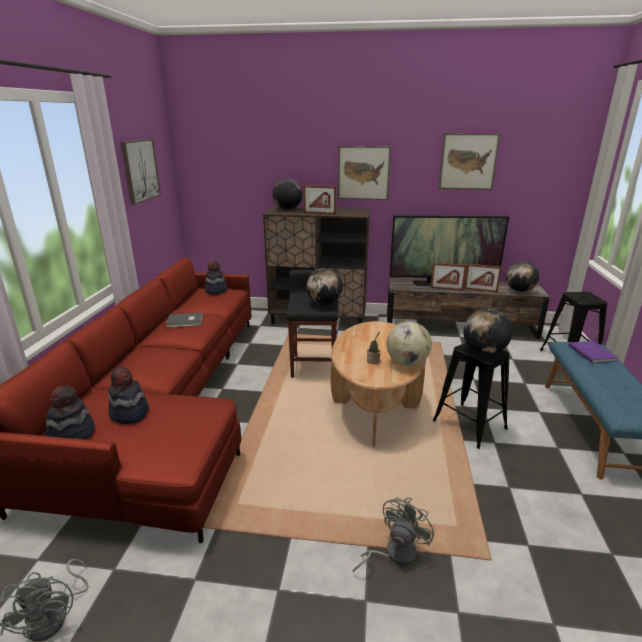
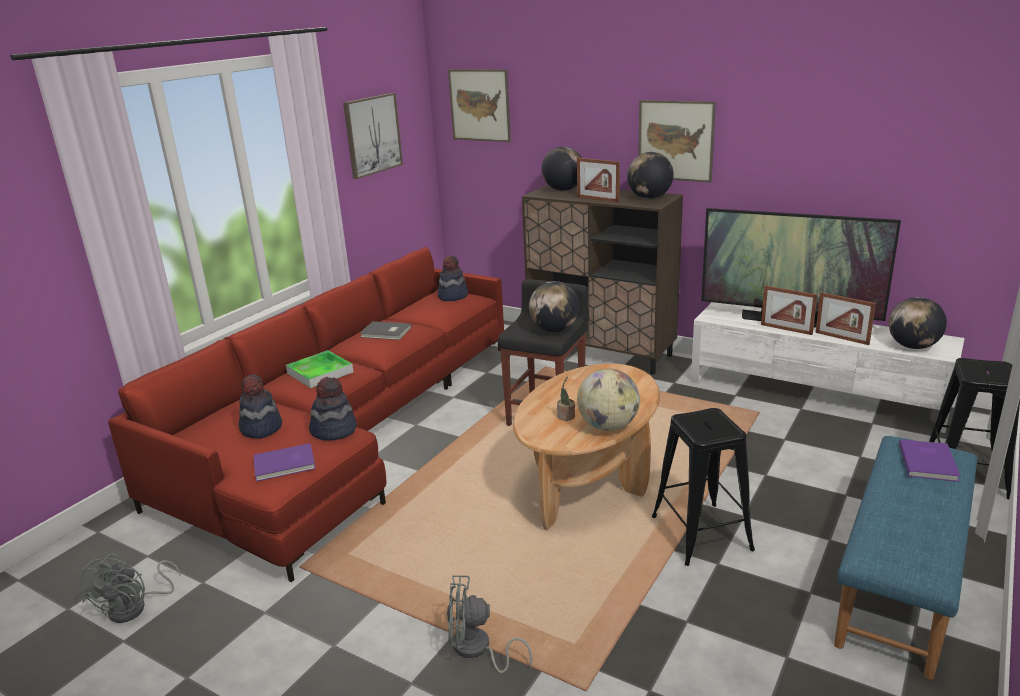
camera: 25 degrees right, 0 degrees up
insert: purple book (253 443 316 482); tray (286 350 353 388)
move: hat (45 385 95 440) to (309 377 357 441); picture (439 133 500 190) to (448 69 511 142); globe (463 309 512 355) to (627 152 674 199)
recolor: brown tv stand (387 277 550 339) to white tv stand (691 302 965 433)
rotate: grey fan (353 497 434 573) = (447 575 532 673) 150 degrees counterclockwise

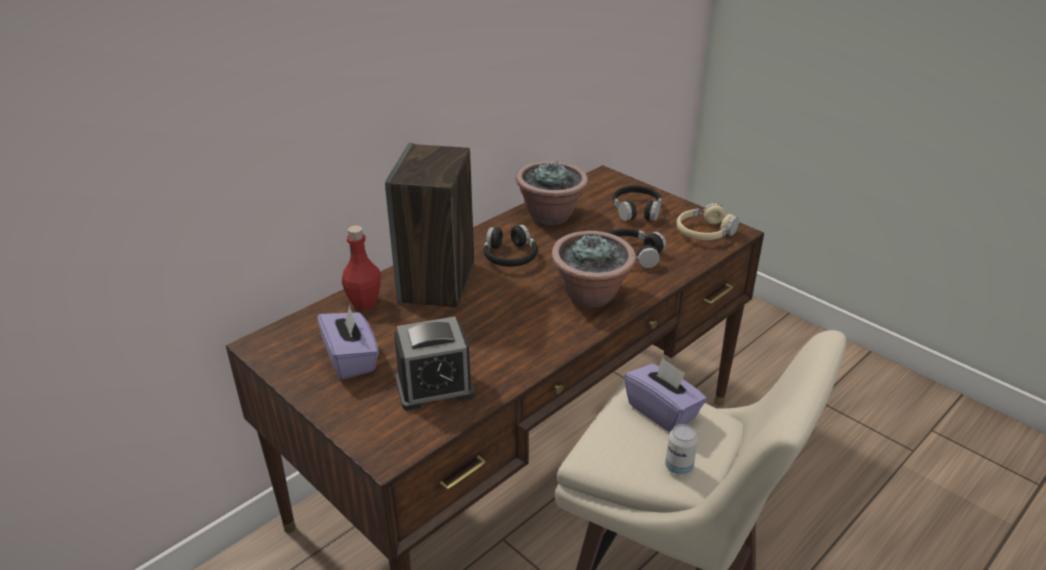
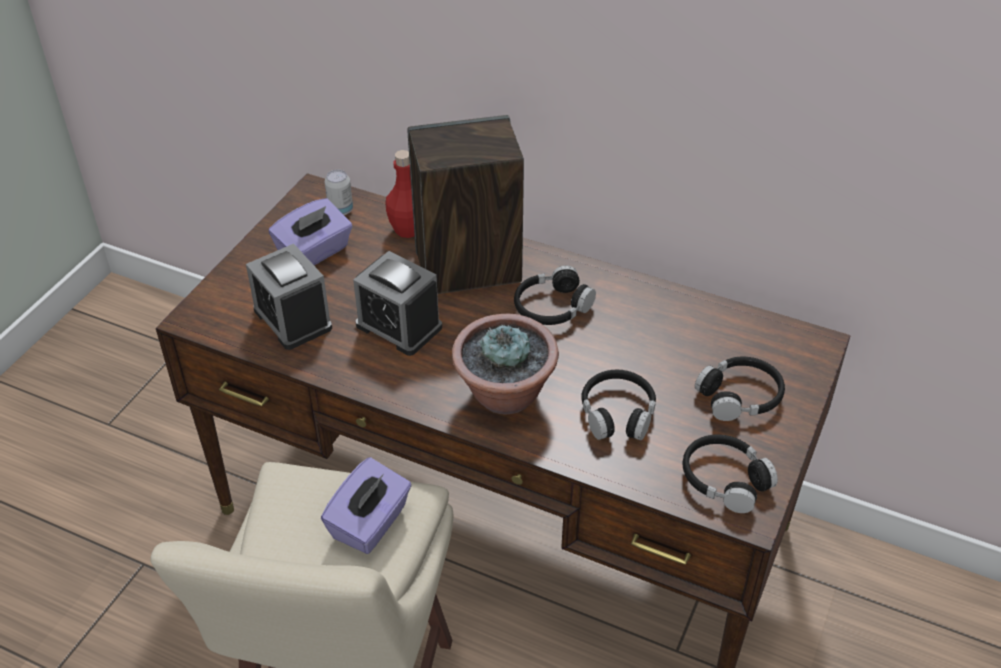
camera: 70 degrees right, 10 degrees up
delete: potted plant (516 161 588 225)
insert: alarm clock (353 251 442 356)
move: can (665 424 698 475) to (325 170 353 215)
recolor: beige headphones (676 203 739 240) to black headphones (683 435 778 513)

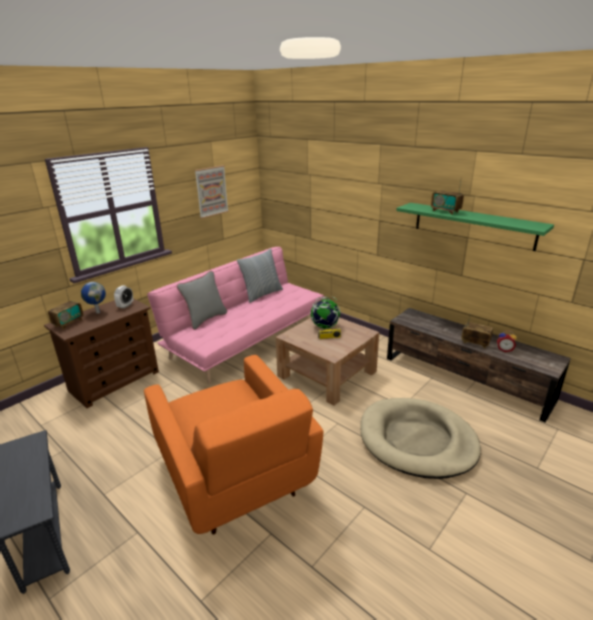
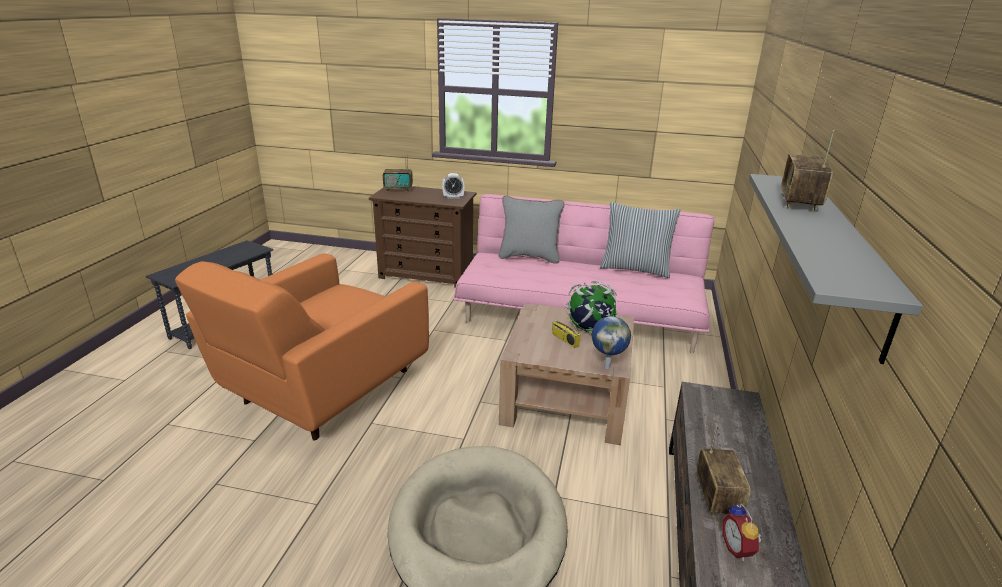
camera: 60 degrees right, 0 degrees up
delete: picture (194 165 229 219)
move: globe (81 282 106 314) to (592 316 631 369)
recolor: green shelf (396 203 554 251) to grey shelf (749 174 923 364)

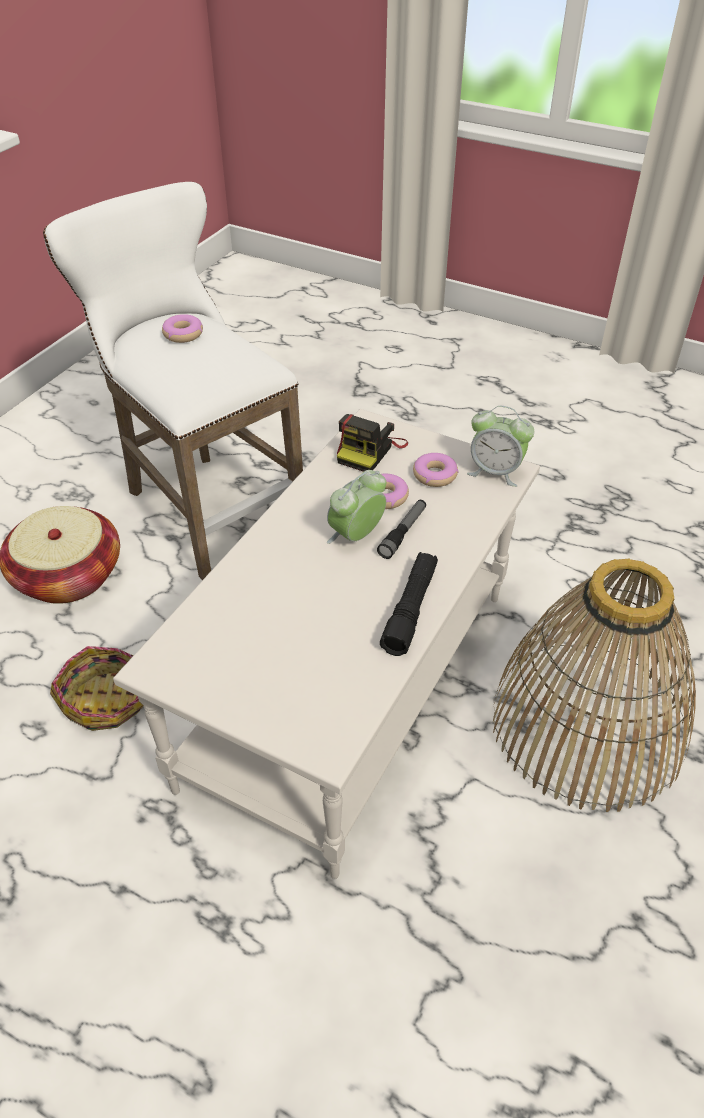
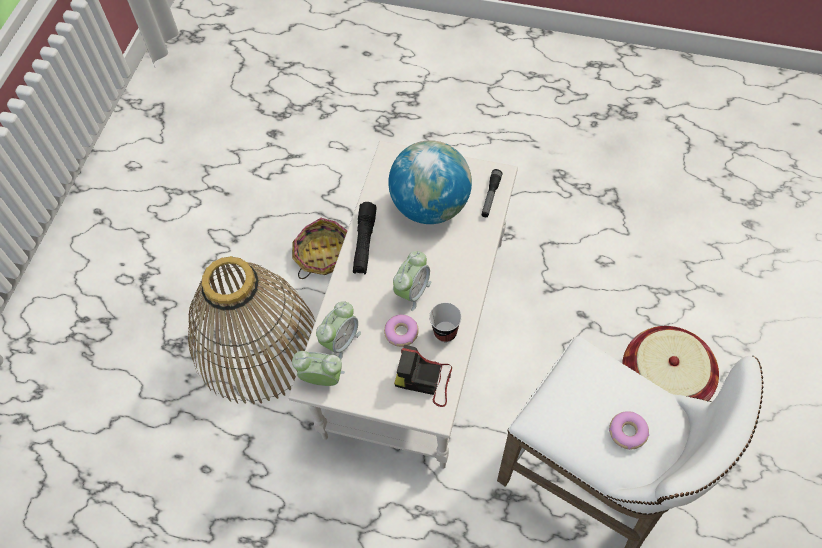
camera: 170 degrees right, 15 degrees up
delete: donut (413 453 458 487)
insert: alarm clock (316 301 361 359); globe (388 140 472 224); cup (429 302 462 342)
move: basket (50 646 144 731) to (292 218 347 279); flashlight (377 500 426 559) to (482 169 503 217)
rotate: photo camera (337 414 408 472) = (394 344 452 407) 90 degrees counterclockwise

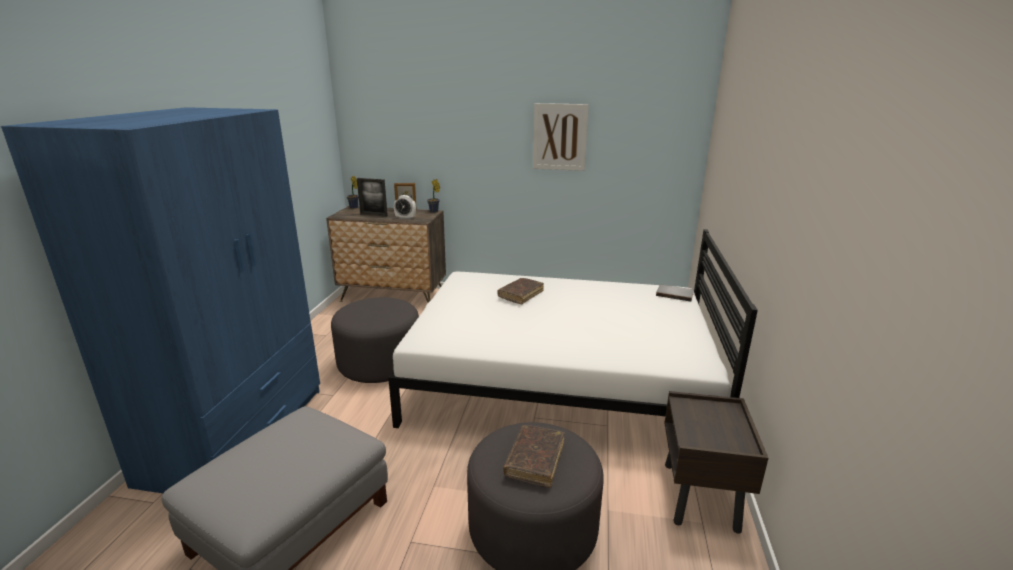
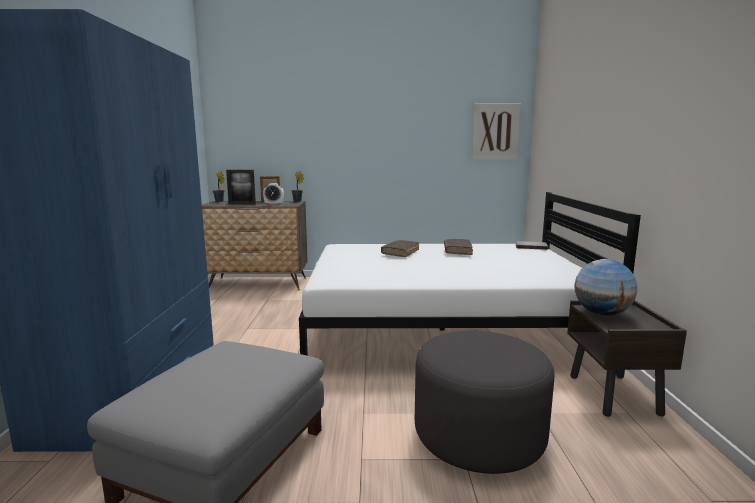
camera: 10 degrees left, 10 degrees down
delete: grey ottoman (331 297 419 383)
insert: globe (574 259 637 316)
move: brown book (503 425 564 488) to (444 239 473 255); picture (533 103 589 171) to (472 103 521 160)

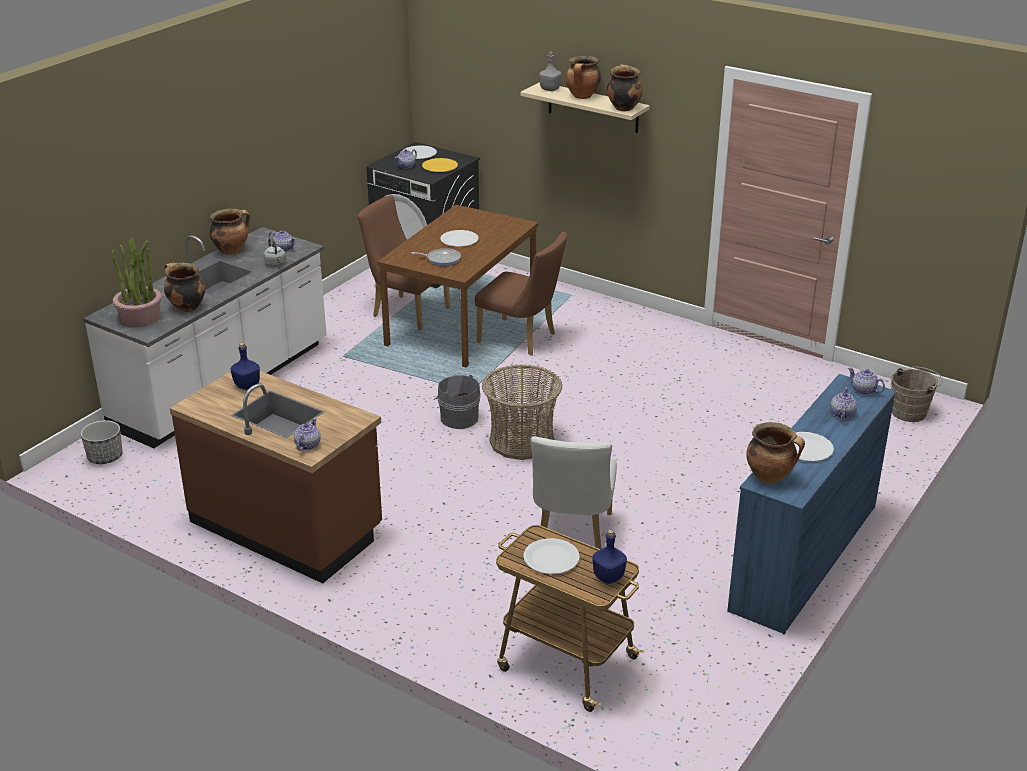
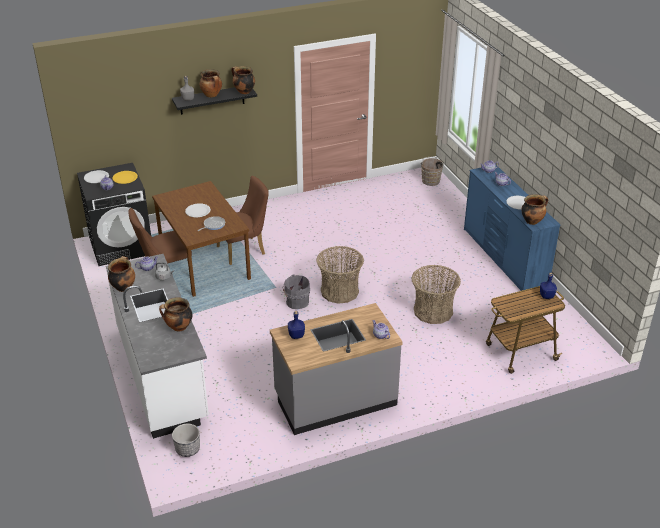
camera: 55 degrees left, 5 degrees up
delete: potted plant (112 237 162 327); white plate (523 538 580 574)
replace: white chair (531 436 617 549) to basket (412 265 461 324)
recolor: brown counter (170 371 382 583) to grey counter (270 303 403 435); beige shelf (521 82 650 133) to black shelf (172 87 257 115)

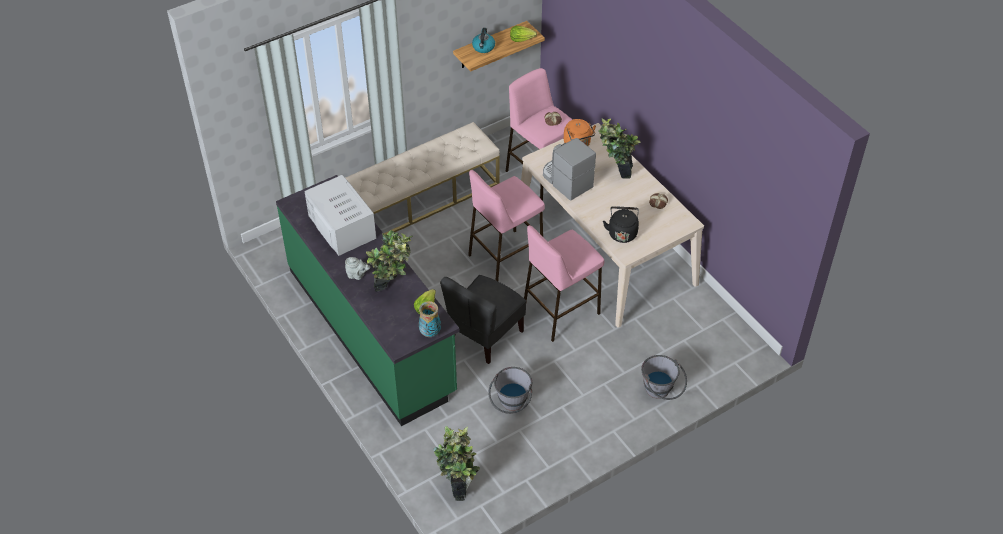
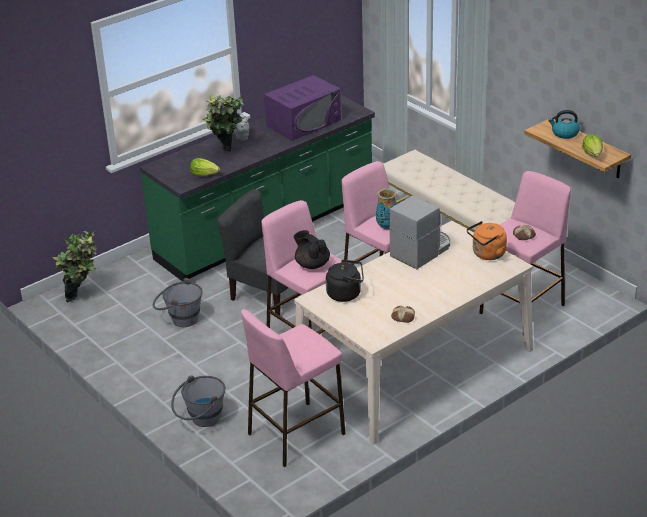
camera: 85 degrees right, 15 degrees down
delete: potted plant (598 118 641 179)
insert: pink stool (241 309 345 467); black teapot (294 230 330 269)
move: vase (419 301 441 337) to (376 188 397 230)
recolor: white microwave (305 175 376 256) to purple microwave (264 75 341 141)

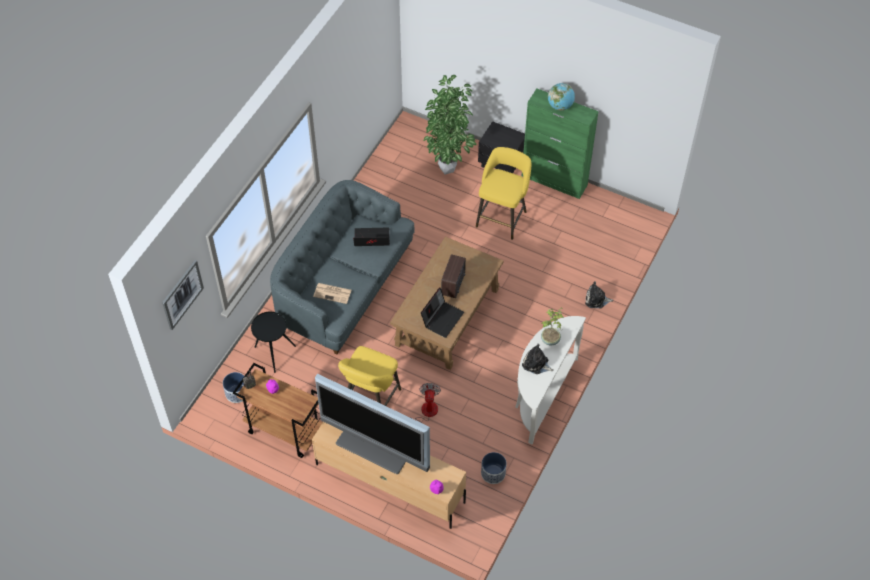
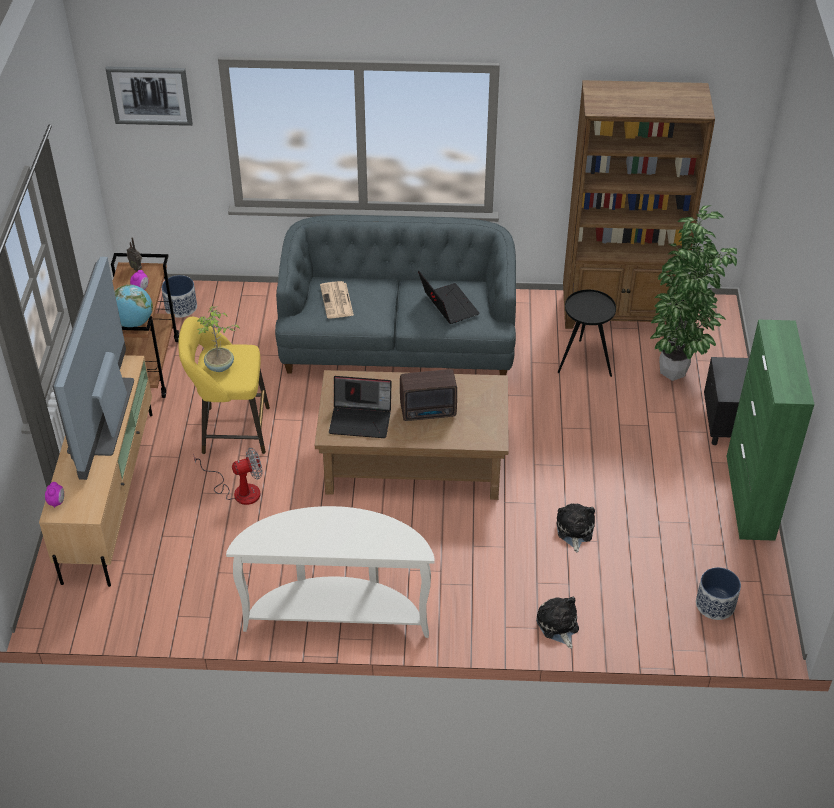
camera: 65 degrees right, 10 degrees down
delete: yellow stool (476 147 531 240)
insert: brown bookcase (563 80 715 329)
move: black side table (251 312 296 373) to (558 290 616 377); planter (481 452 506 484) to (696 567 741 620); plush toy (522 344 554 374) to (556 503 595 553); potted plant (541 308 564 346) to (197 306 239 372); globe (548 83 575 111) to (114 285 153 327)

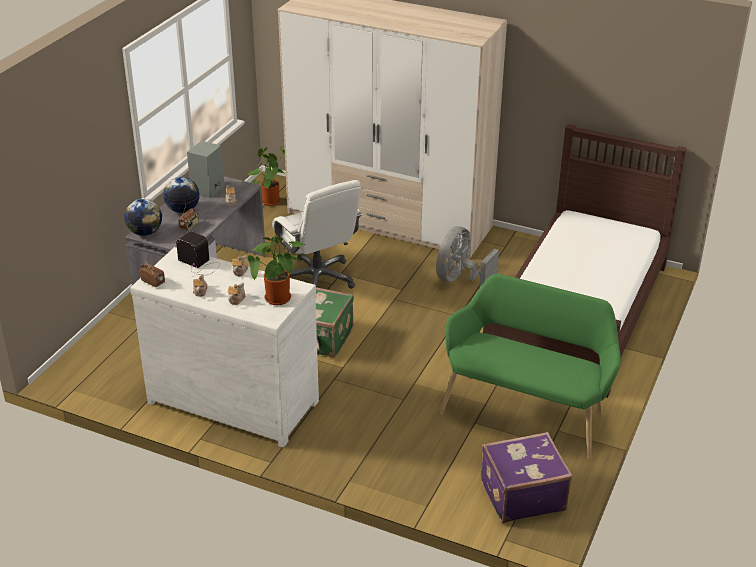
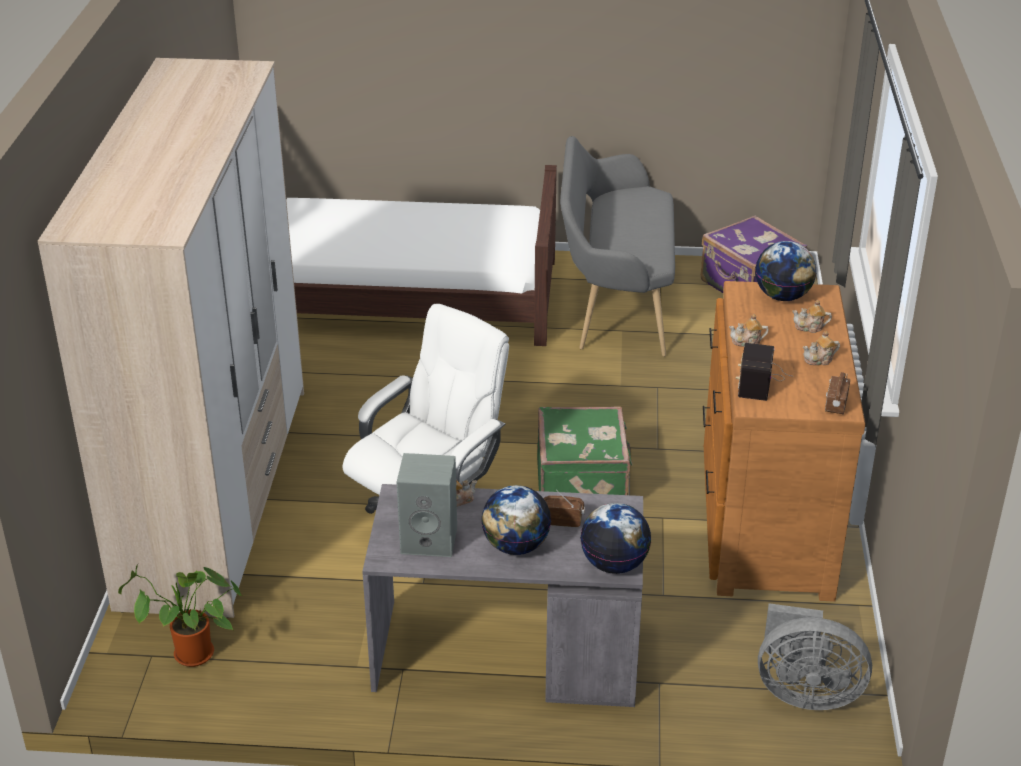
camera: 110 degrees left, 0 degrees up
move: grey fan (436 226 499 287) to (758 603 872 710)
replace: potted plant (248 235 305 305) to globe (755 241 816 301)
recolor: white dresser (130 247 319 447) to brown dresser (703 281 866 602); green bench (440 274 621 459) to grey bench (560 136 675 357)

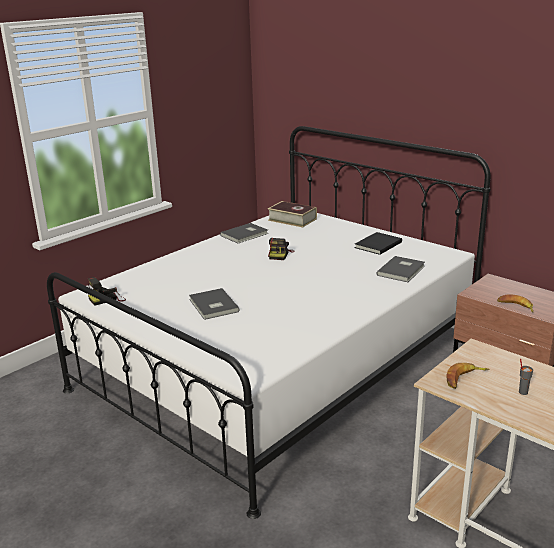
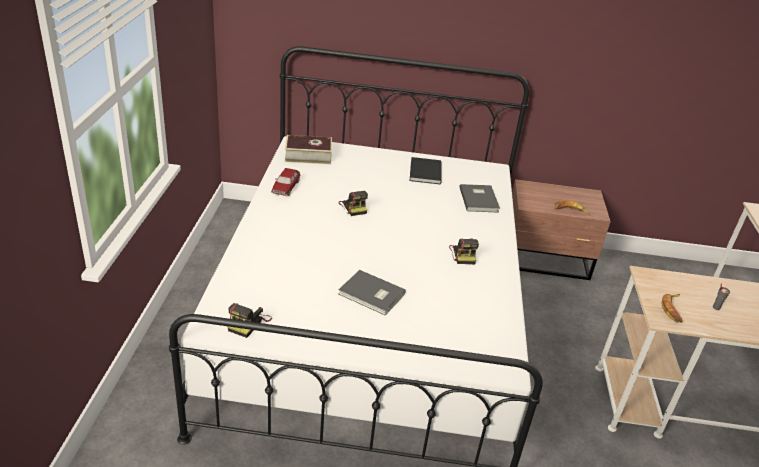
camera: 40 degrees left, 10 degrees up
insert: photo camera (449 238 479 264)
replace: grey book (220 223 268 243) to toy car (271 168 300 196)

